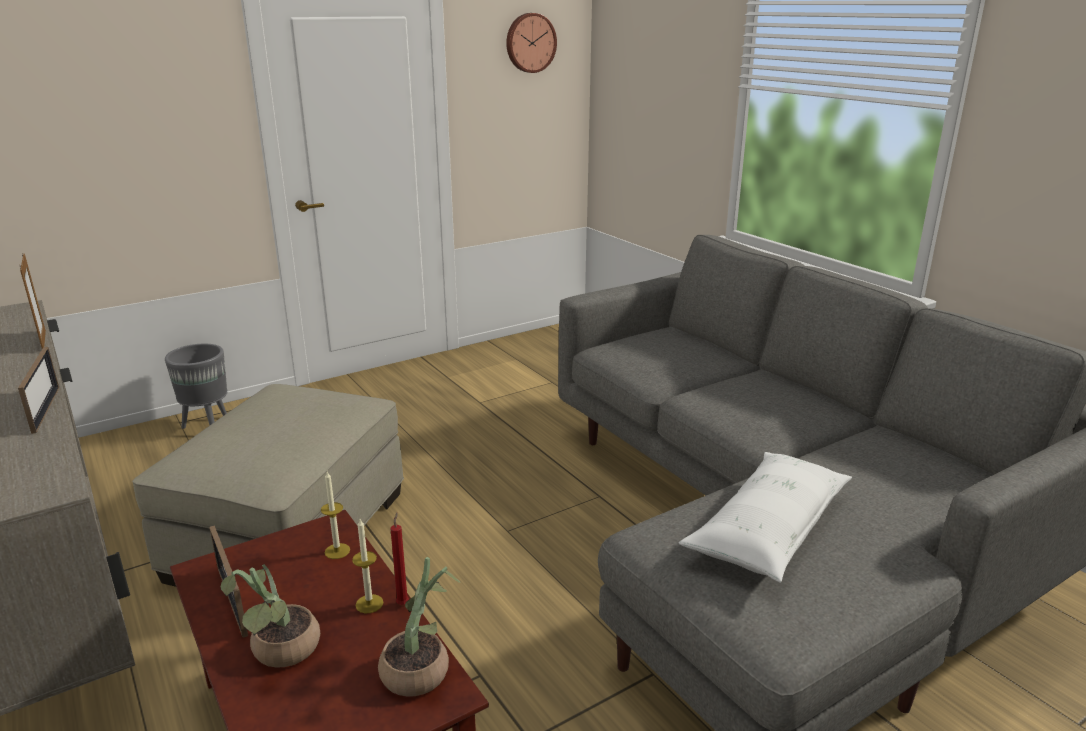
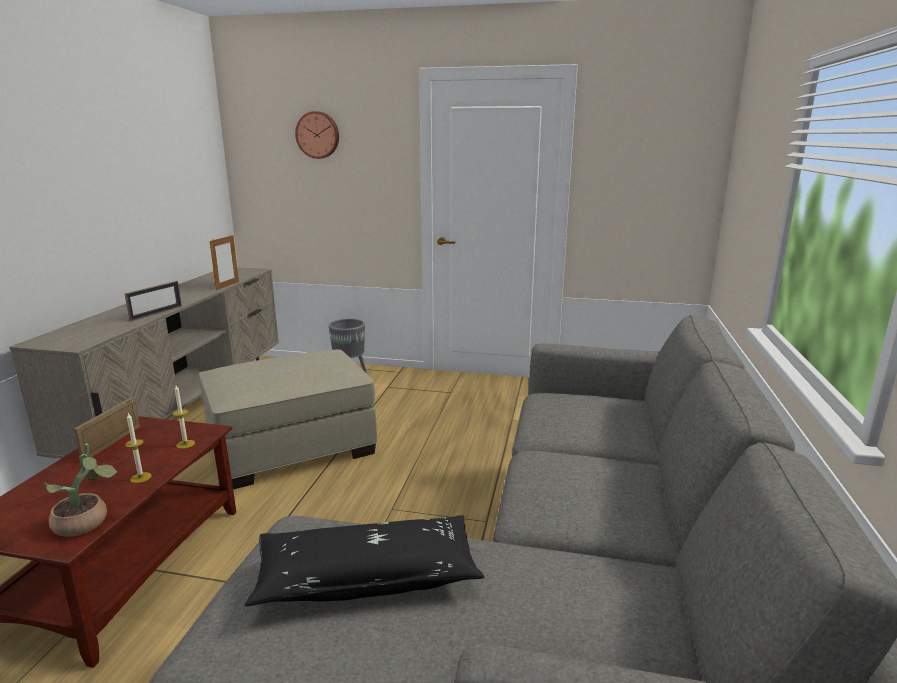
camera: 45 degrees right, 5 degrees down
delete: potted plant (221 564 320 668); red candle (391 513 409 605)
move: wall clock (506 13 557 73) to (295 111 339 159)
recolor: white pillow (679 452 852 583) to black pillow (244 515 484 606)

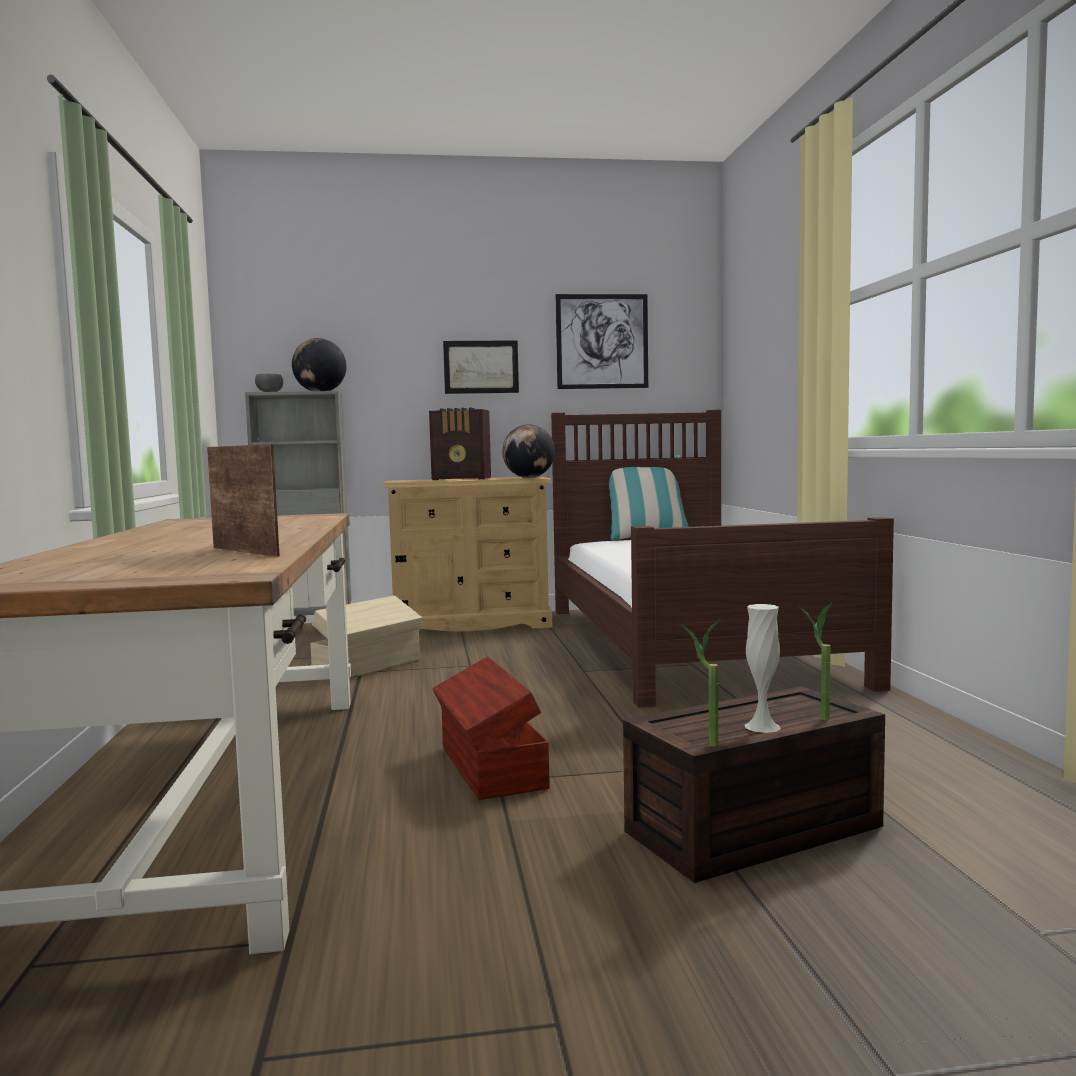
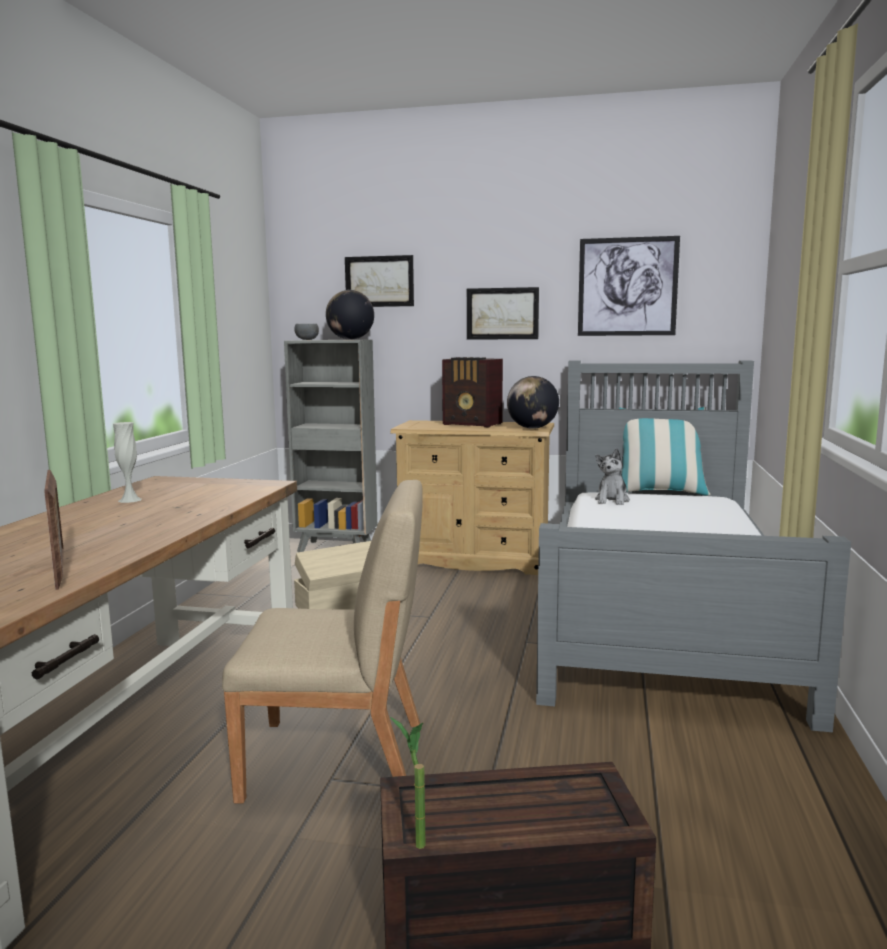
camera: 20 degrees right, 5 degrees up
delete: potted plant (799 603 832 720)
insert: picture (345 255 414 307); plush toy (595 448 630 505)
move: white vase (745 604 781 733) to (113 422 142 503)
replace: brown storage box (432 657 549 800) to beige chair (222 480 423 804)
recolor: brown bed (551 410 894 708) to grey bed (536 361 851 732)

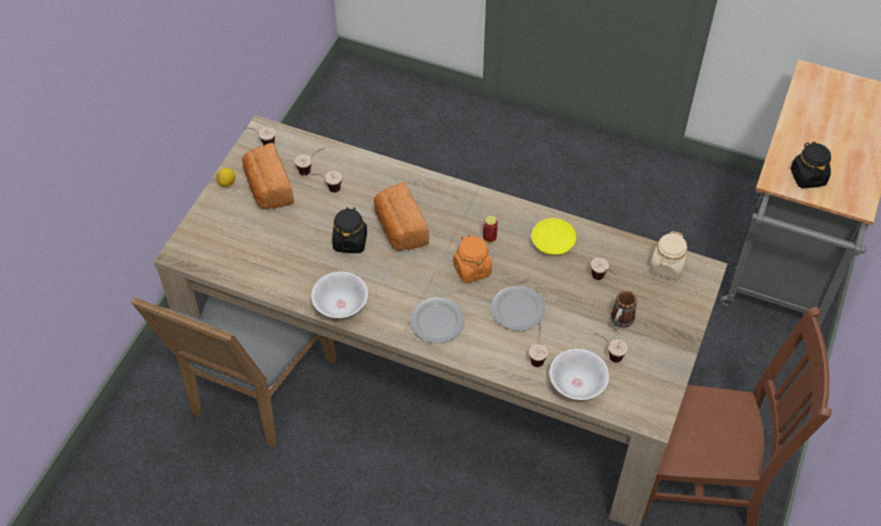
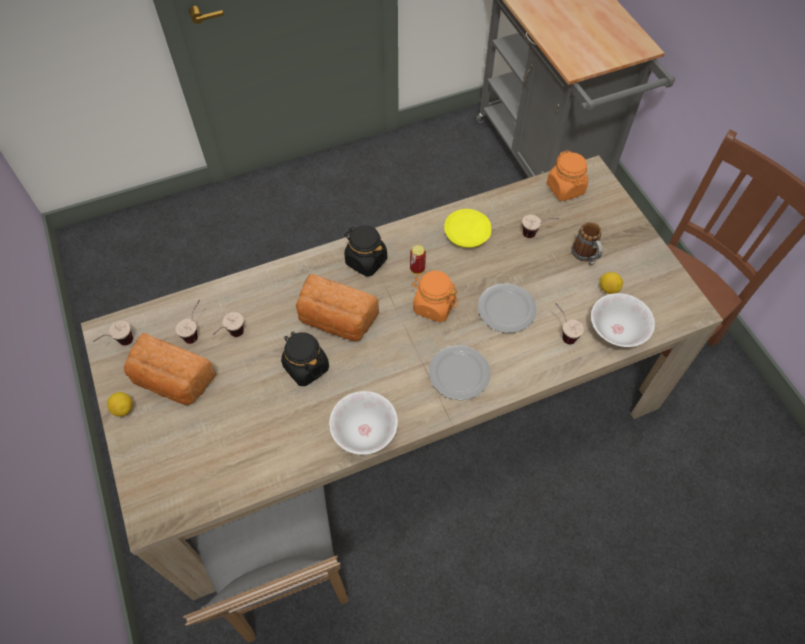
camera: 45 degrees left, 5 degrees up
move: black jar (790 142 831 188) to (344 225 387 277)
replace: cup (594 333 628 363) to lemon (600 272 623 294)
recolor: beige jar (649 231 688 280) to orange jar (547 150 588 201)

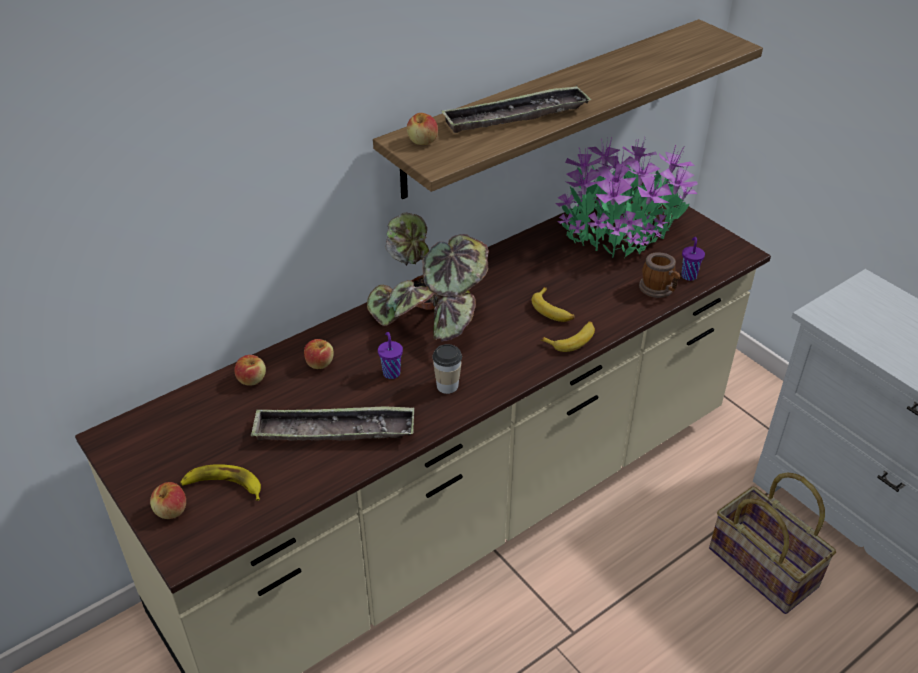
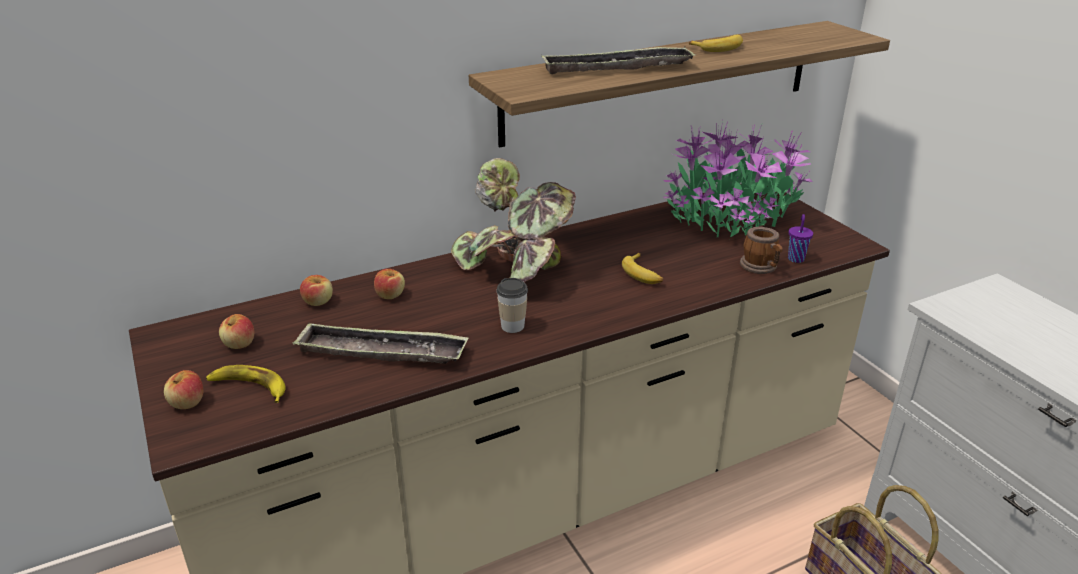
camera: 10 degrees right, 10 degrees down
delete: purple cup (378 332 403 379)
move: apple (407 113 438 145) to (219 314 254 349); banana (541 322 595 352) to (689 35 743 52)

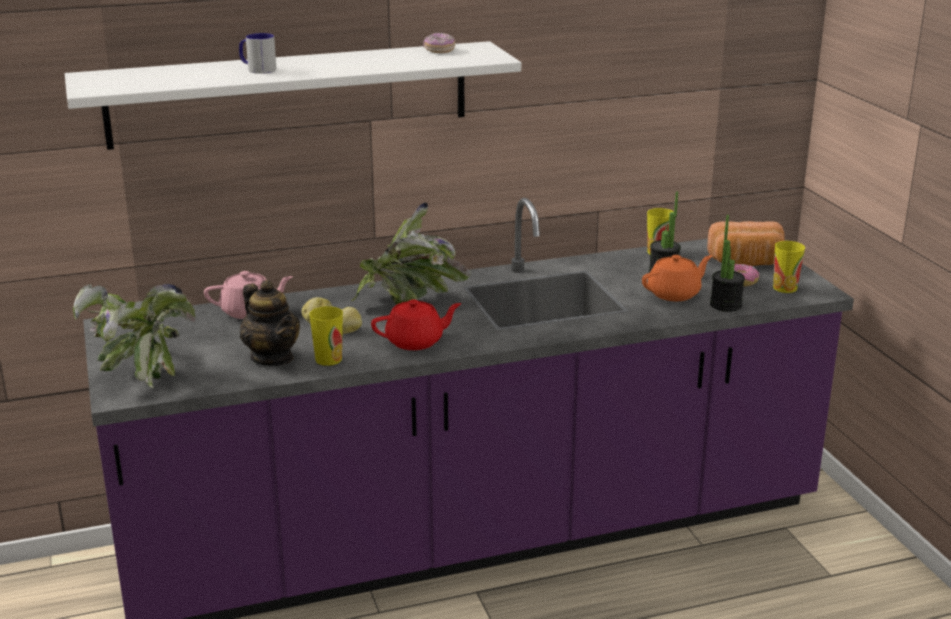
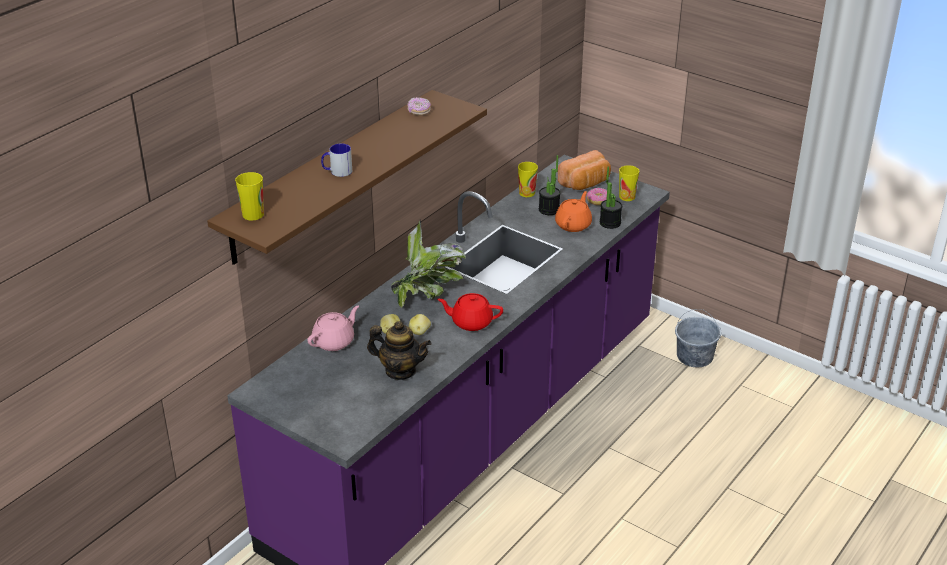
camera: 35 degrees left, 10 degrees up
delete: potted plant (73 284 195 388)
insert: grey bucket (675 309 721 367)
move: cup (309 306 343 366) to (235 172 264 220)
recolor: white shelf (65 41 521 150) to brown shelf (207 90 487 265)
rotate: red teapot (371 299 462 350) = (437 293 503 331) 120 degrees counterclockwise

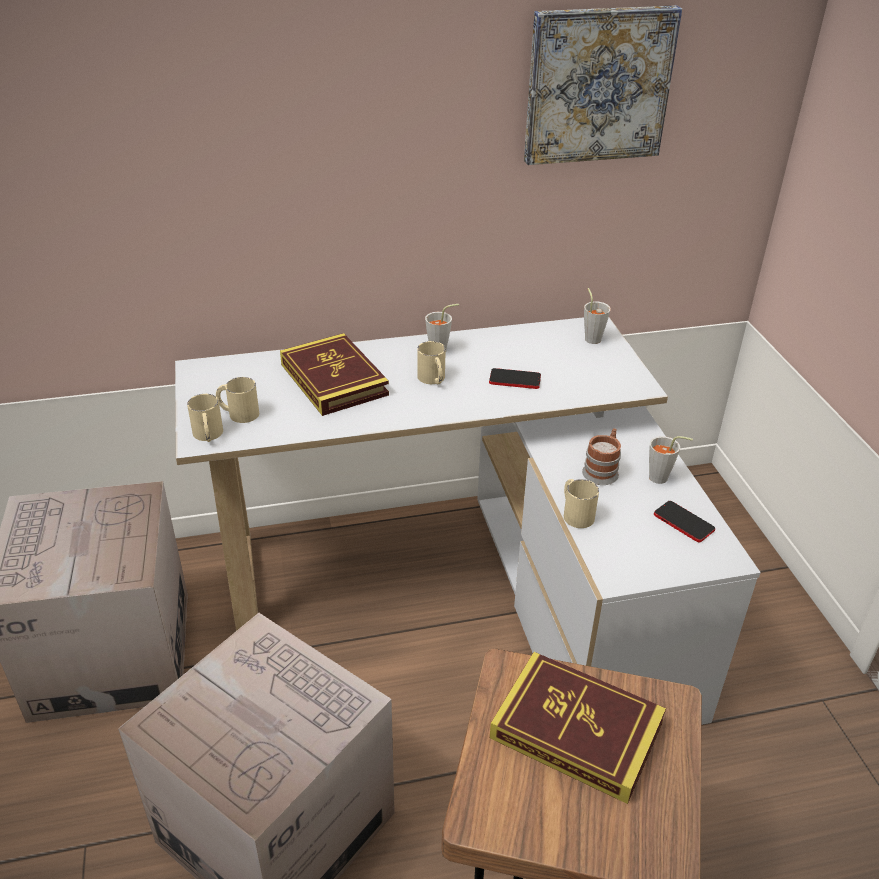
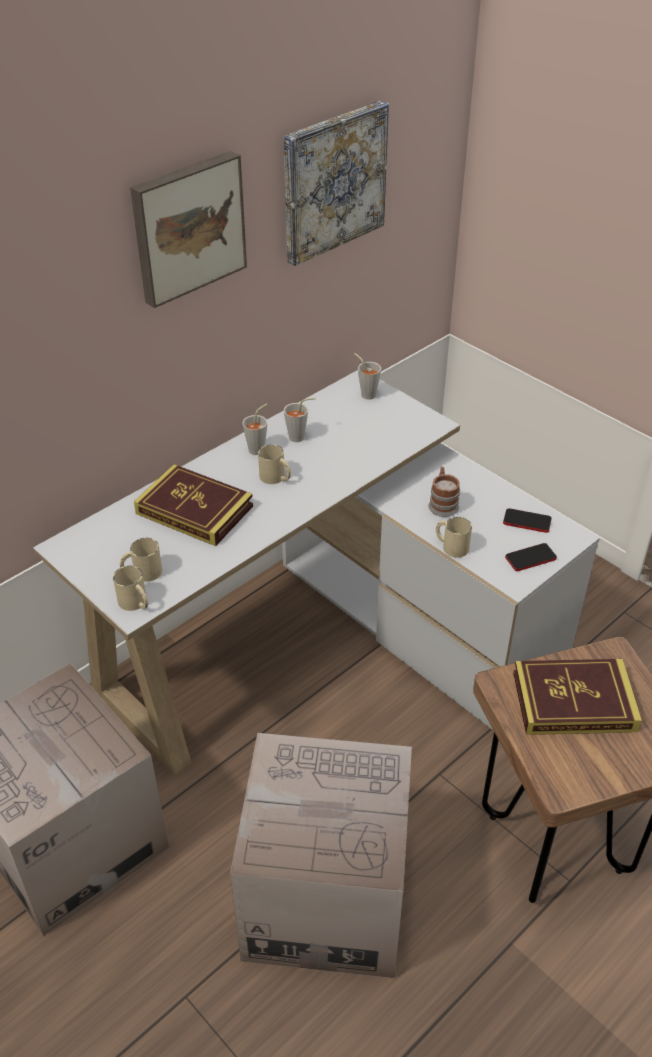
camera: 30 degrees left, 5 degrees up
insert: picture (130 151 247 308)
move: phone (489 368 541 389) to (505 543 557 571); grey cup (649 436 693 484) to (284 398 316 442)

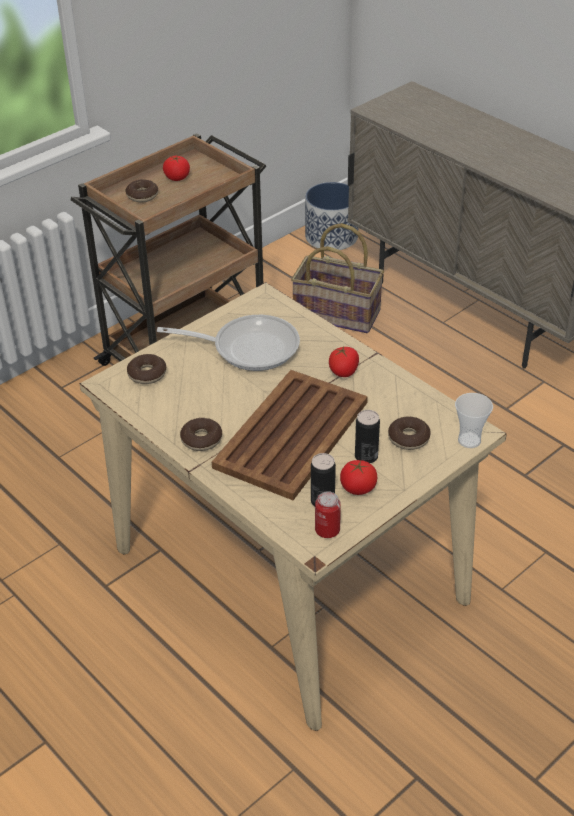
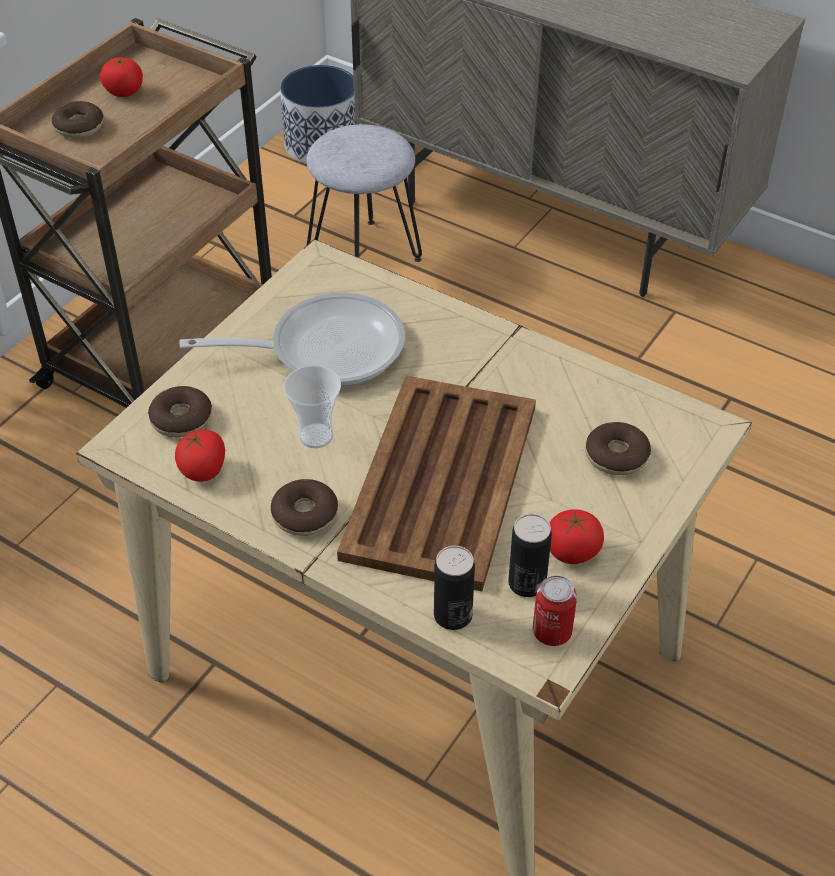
camera: 15 degrees left, 5 degrees up
move: tomato (329 347 359 377) to (175 430 225 481); can (355 410 380 463) to (434 546 475 630); cup (455 393 493 448) to (283 365 341 448)
replace: basket (291 223 384 333) to grey stool (306 124 422 262)

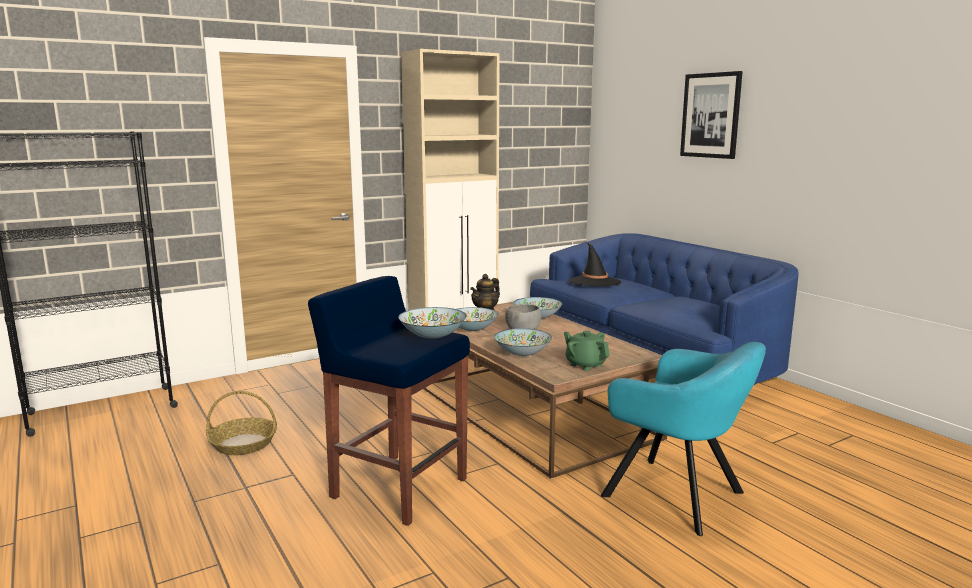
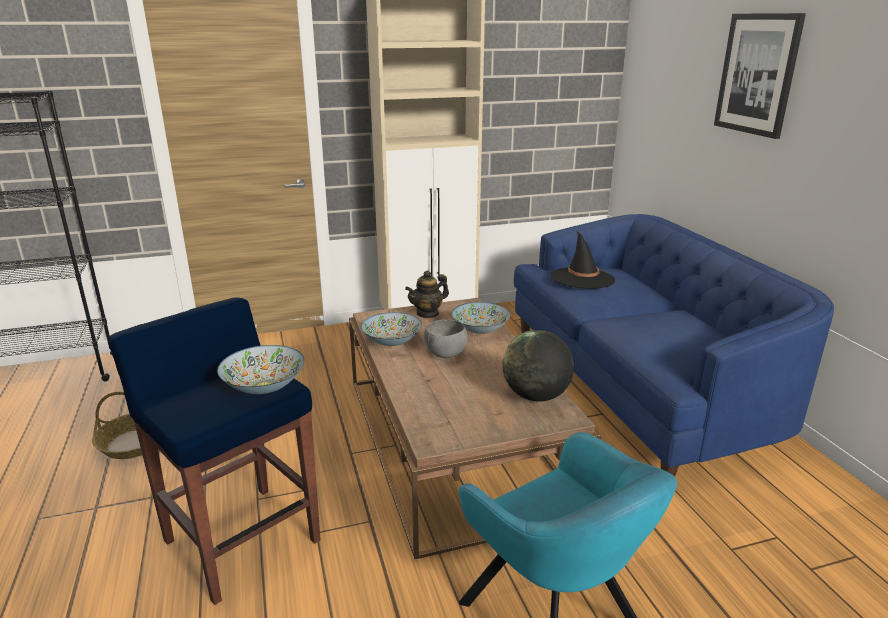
camera: 15 degrees right, 10 degrees up
delete: bowl (494 328 552 356); green teapot (564 331 610 371)
insert: globe (502 330 574 401)

